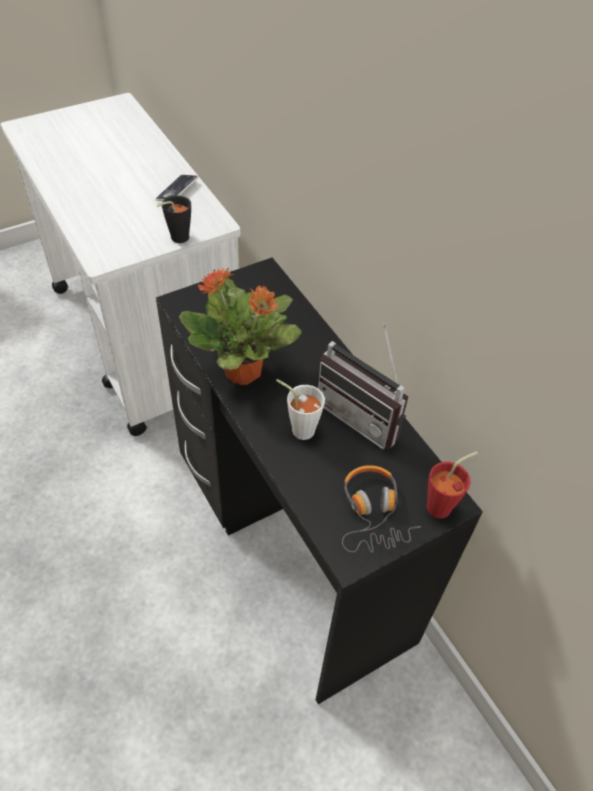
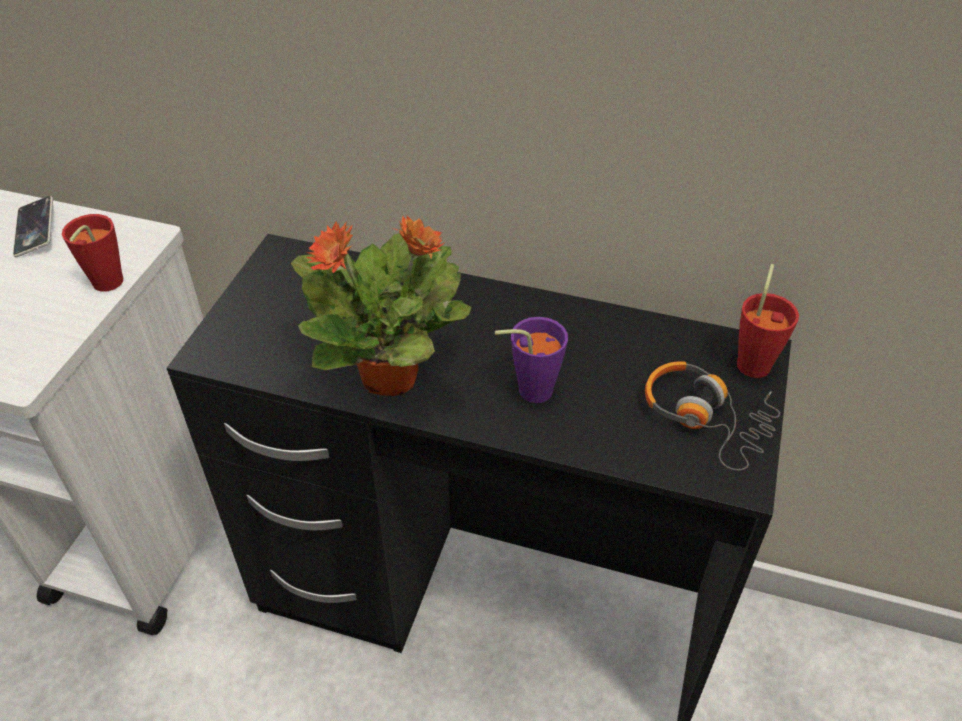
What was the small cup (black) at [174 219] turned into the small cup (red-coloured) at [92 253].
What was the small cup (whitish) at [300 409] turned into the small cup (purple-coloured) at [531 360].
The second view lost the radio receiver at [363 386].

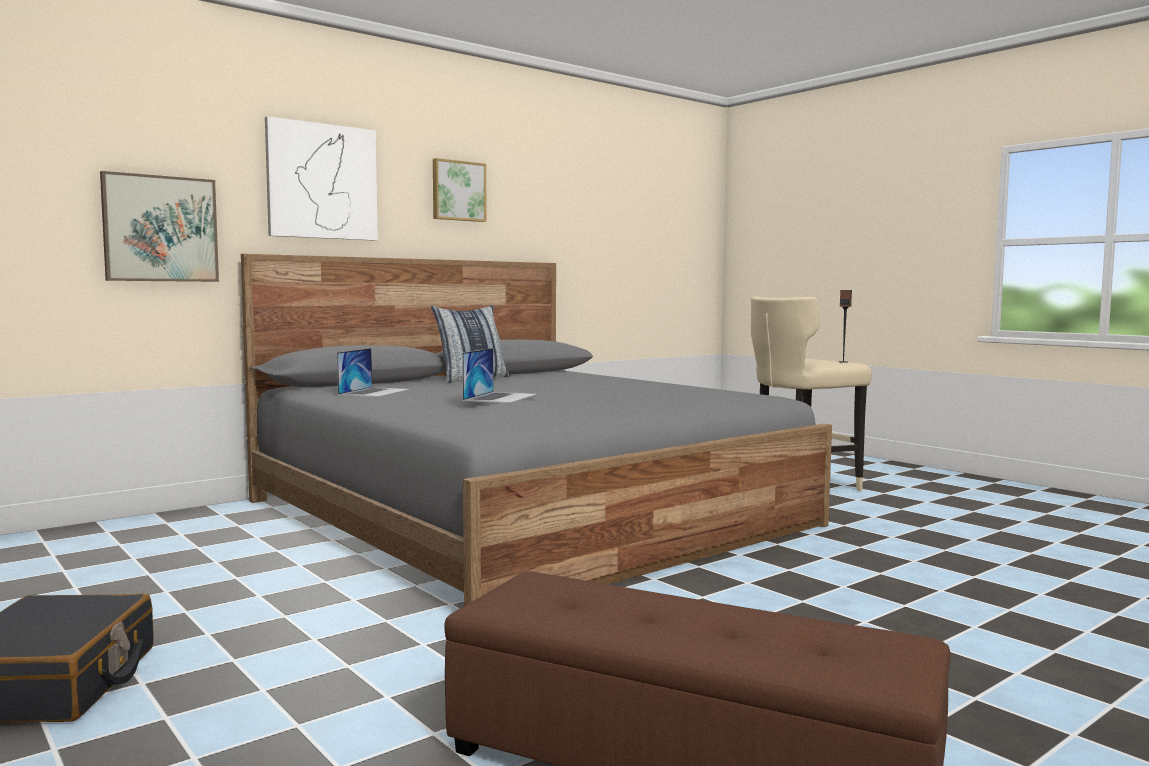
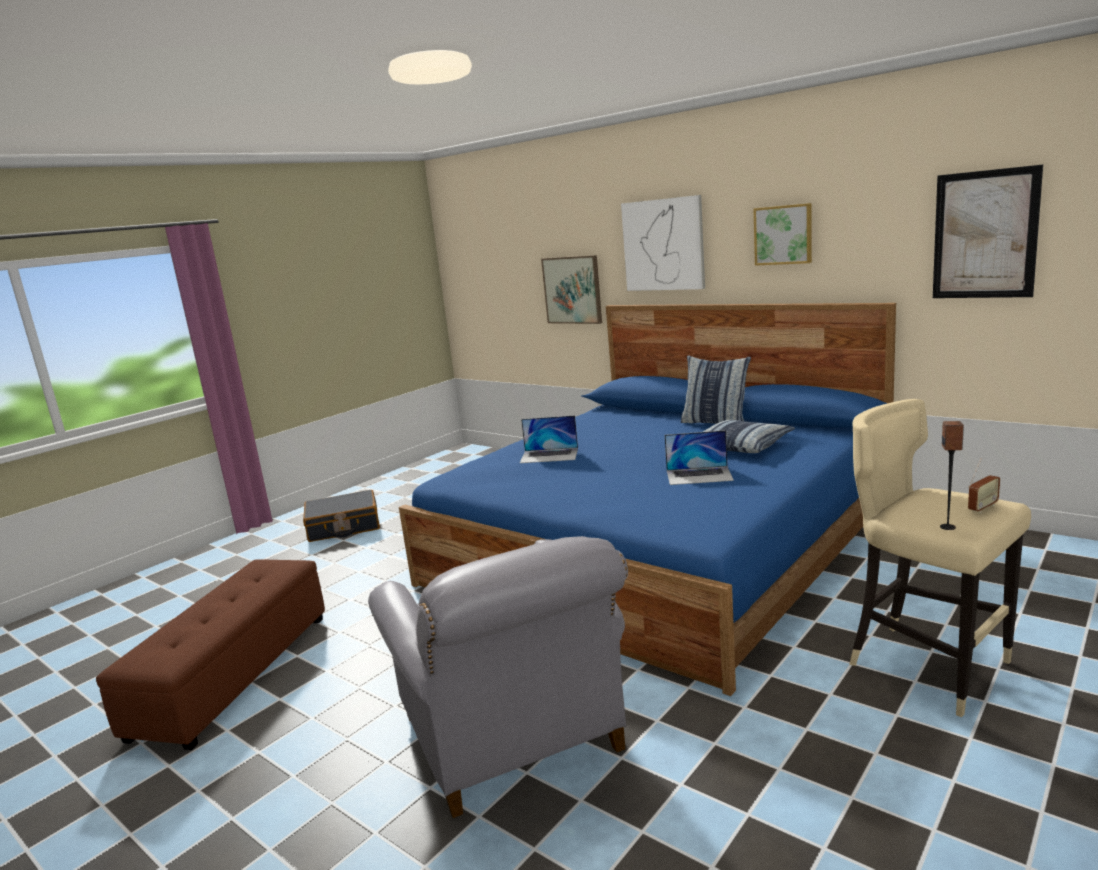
What was the bed (grey) at [536 430] turned into the bed (blue) at [647 499].
The laptop ended up elsewhere, having gone from [373 372] to [699 457].
The second view gained the easy chair (grey) at [498 677].
The second view gained the throw pillow at [749 436].
The second view gained the wall art at [988 231].
The second view gained the radio receiver at [984 485].

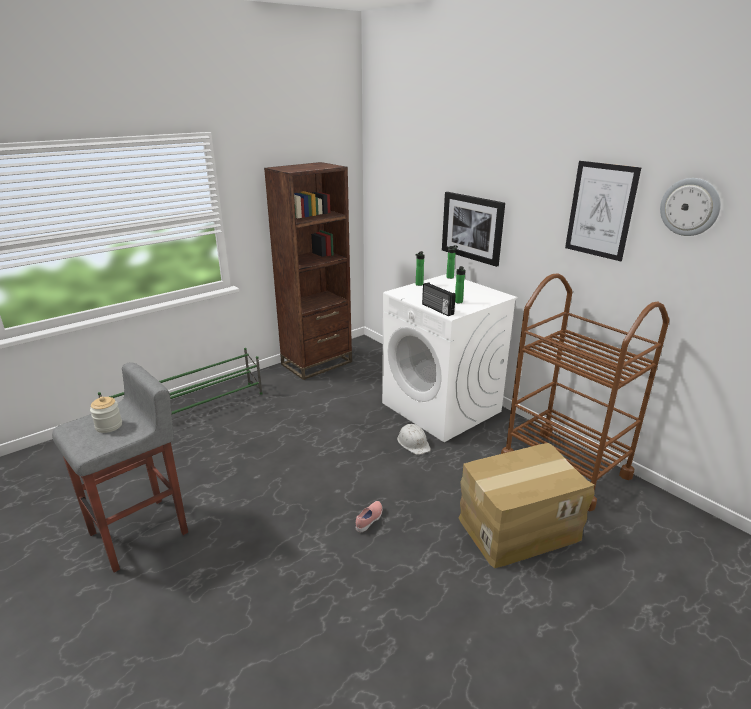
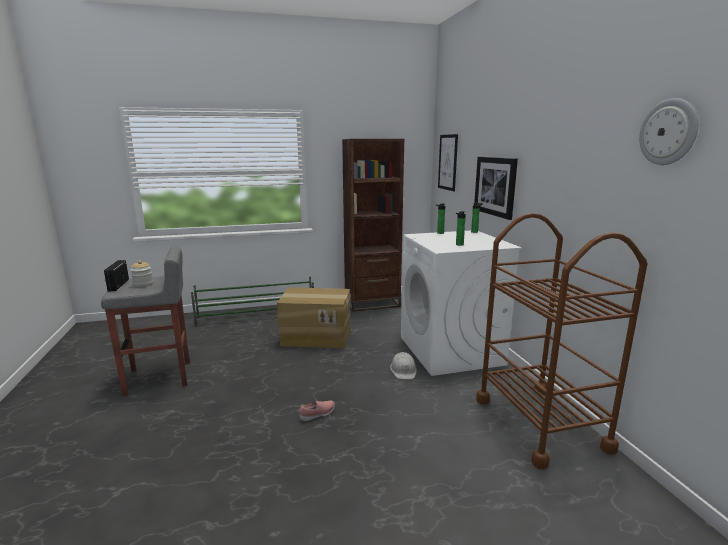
The radio receiver ended up elsewhere, having gone from [439 299] to [116 276].
The carton ended up elsewhere, having gone from [527 505] to [314 318].
The wall art ended up elsewhere, having gone from [603 211] to [448 162].

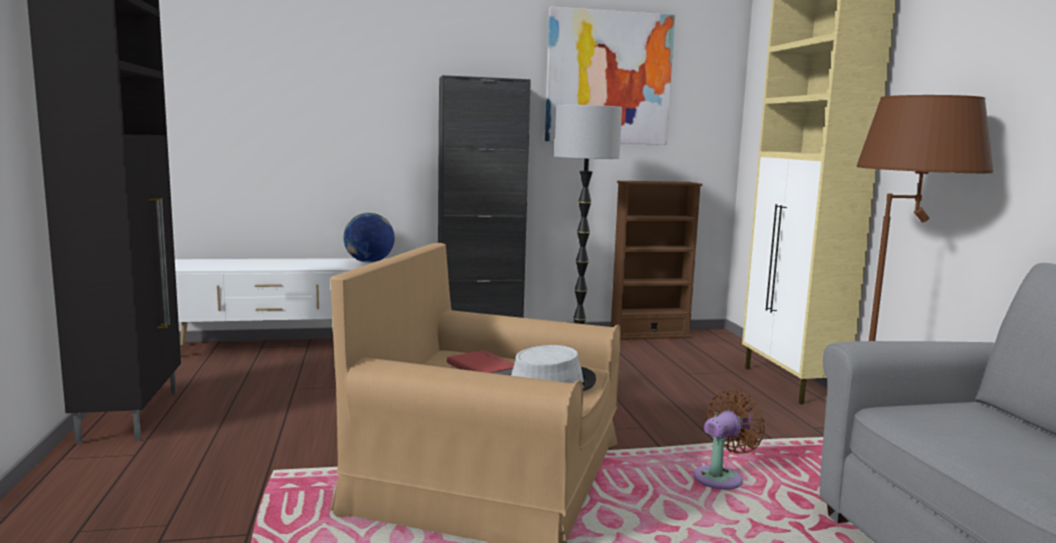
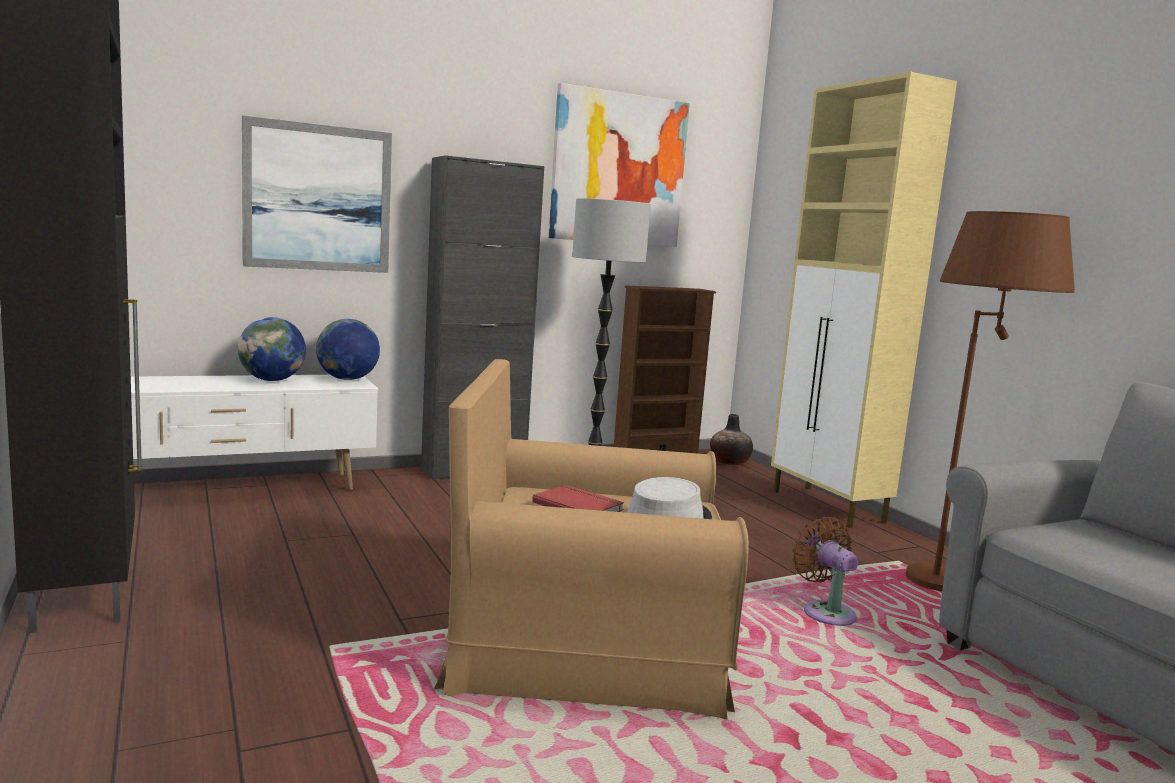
The electric fan (brown-coloured) at [729 439] ended up facing another way, 60 degrees counterclockwise from before.
The second view gained the world globe at [272 349].
The second view gained the wall art at [317 194].
The second view gained the flower vase at [731 439].

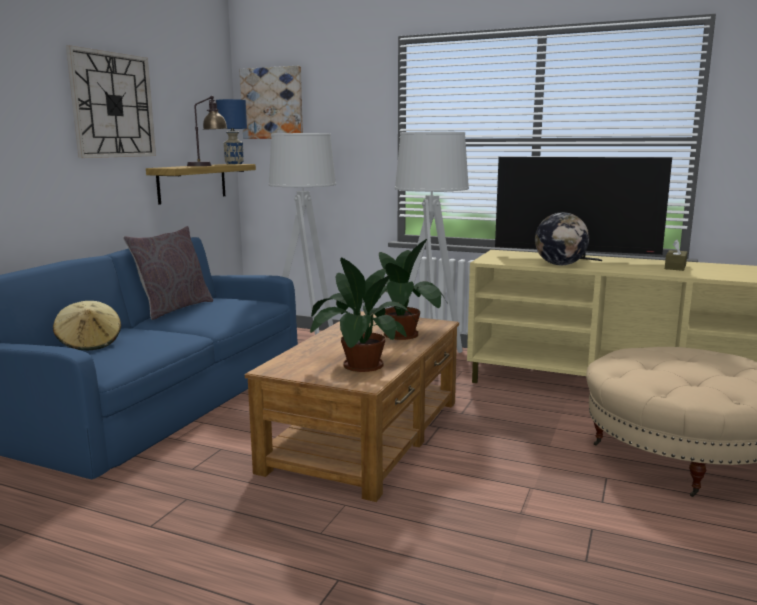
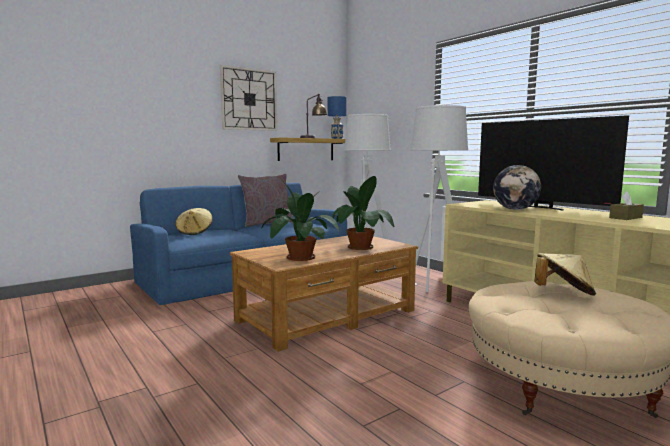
The second view lost the wall art at [271 102].
The second view gained the clothing hat (sand-coloured) at [565 274].

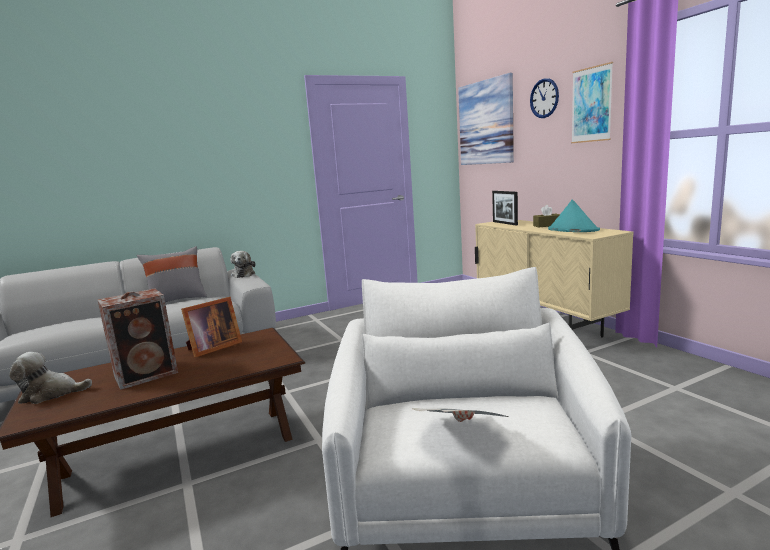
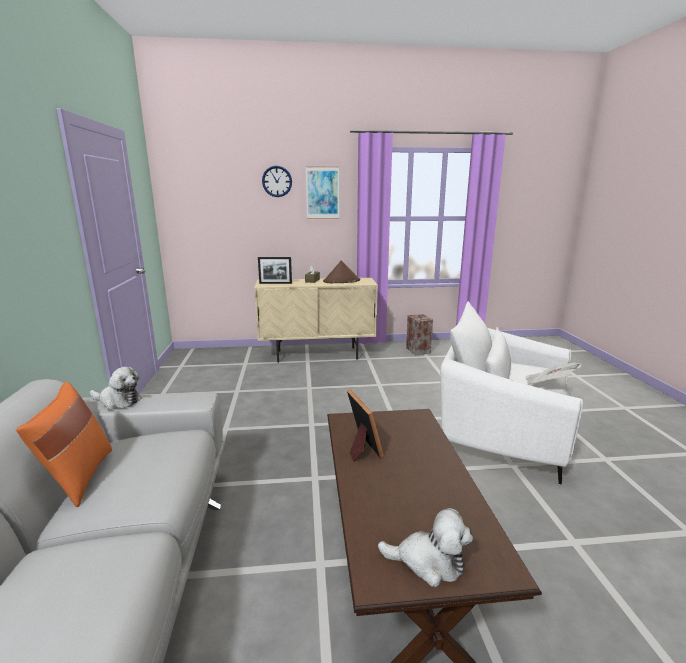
The plush toy at [50 378] ended up facing another way, 90 degrees counterclockwise from before.
The loudspeaker ended up elsewhere, having gone from [137 339] to [419 334].
What was the throw pillow (grey) at [172 274] turned into the throw pillow (orange-coloured) at [64 444].
The second view lost the wall art at [486 119].
What was the clothing hat (blue-green) at [574 216] turned into the clothing hat (brown-coloured) at [341 271].

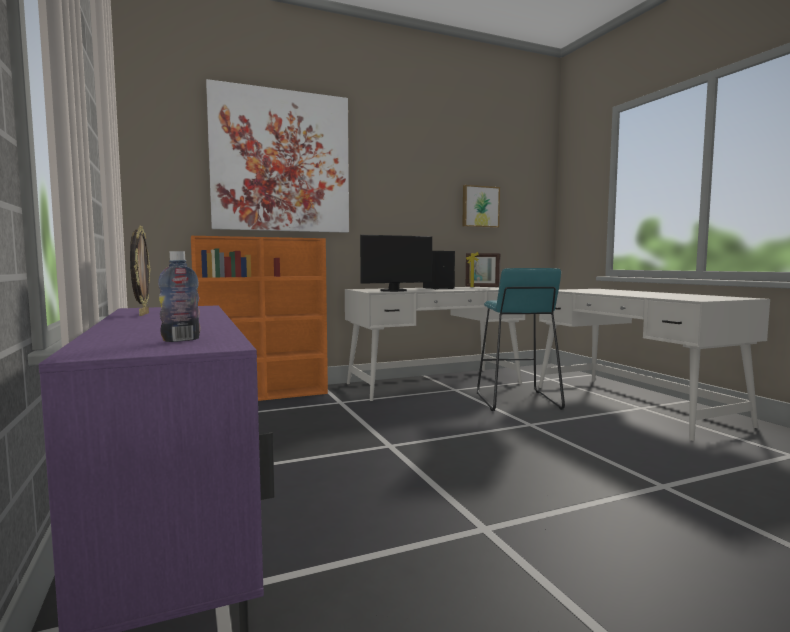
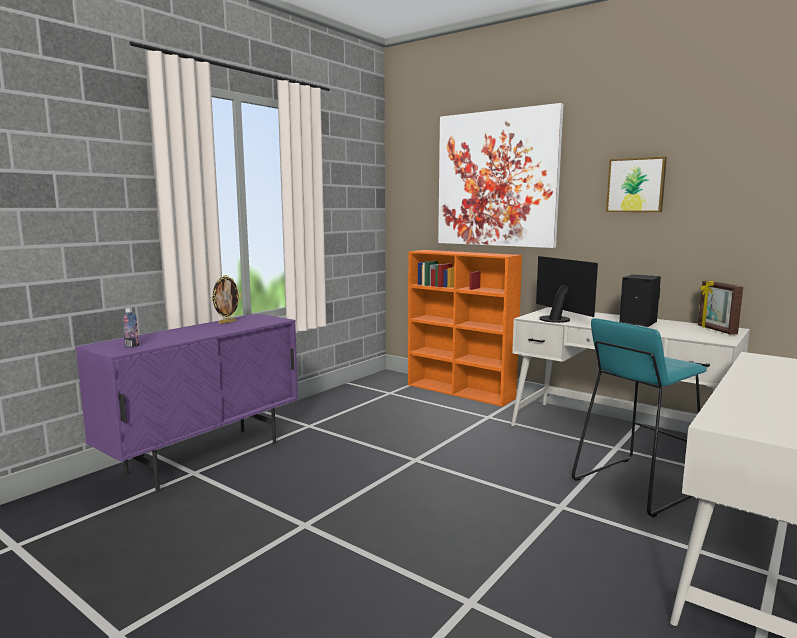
The computer screen at [396 263] ended up facing another way, 150 degrees counterclockwise from before.
The wall art ended up elsewhere, having gone from [481 206] to [636 184].

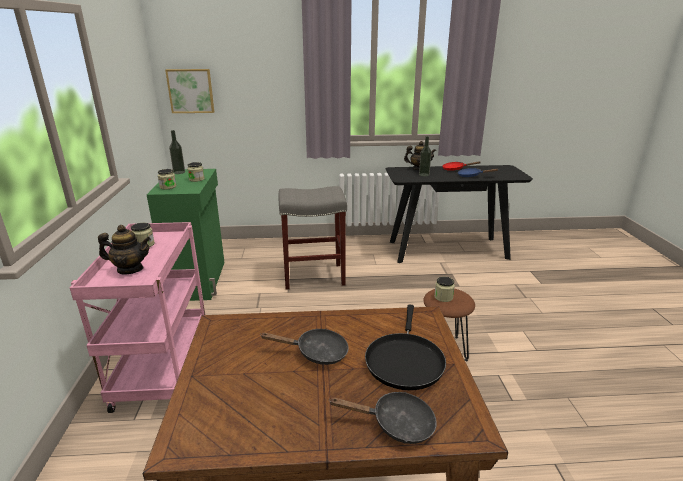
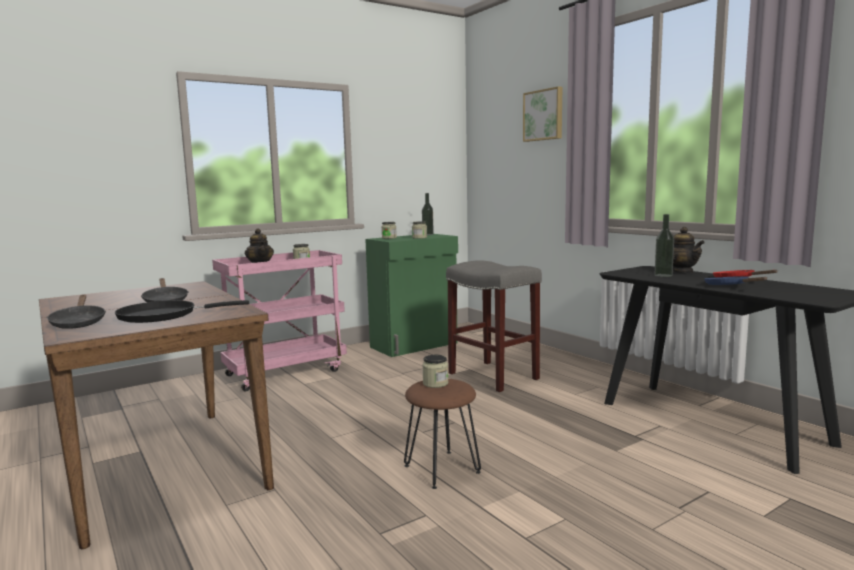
The wall art ended up elsewhere, having gone from [189 91] to [542 114].

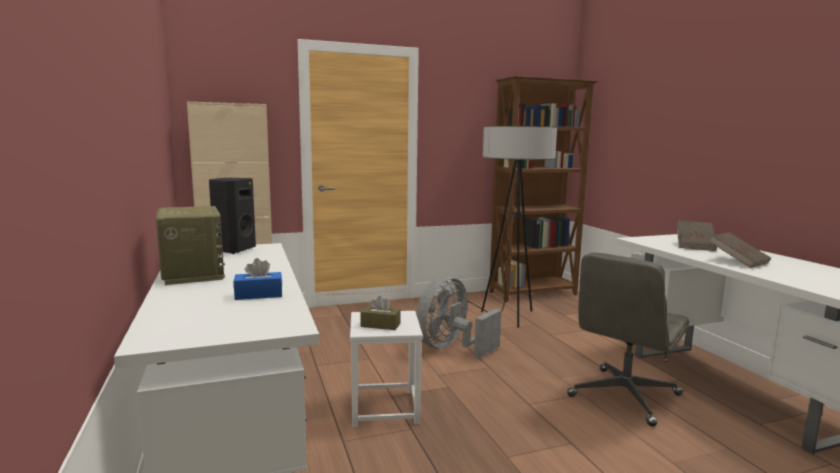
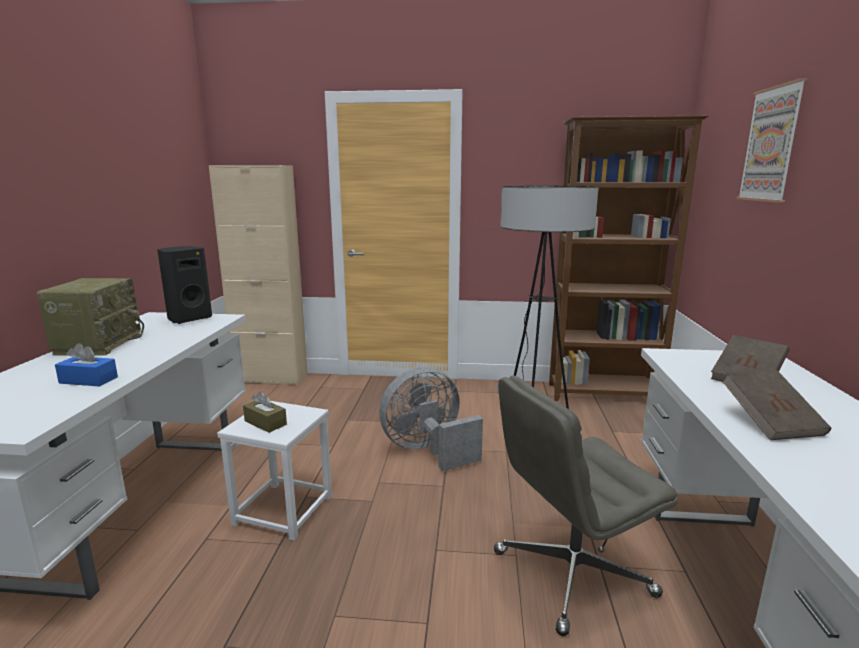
The second view gained the wall art at [772 140].

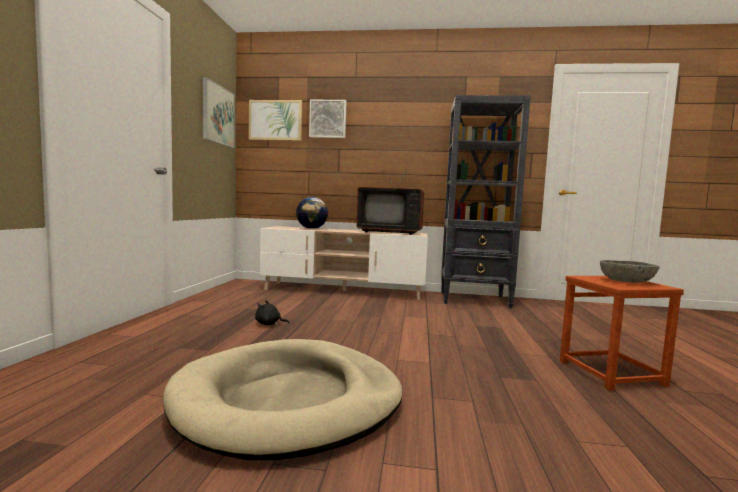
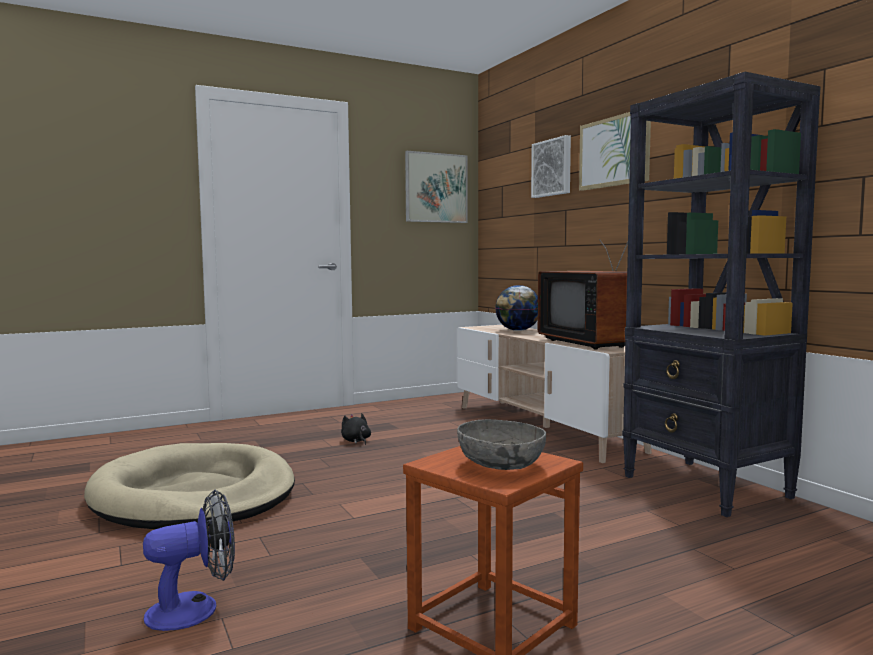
The wall art ended up elsewhere, having gone from [275 120] to [615 151].
The second view gained the electric fan at [189 560].

